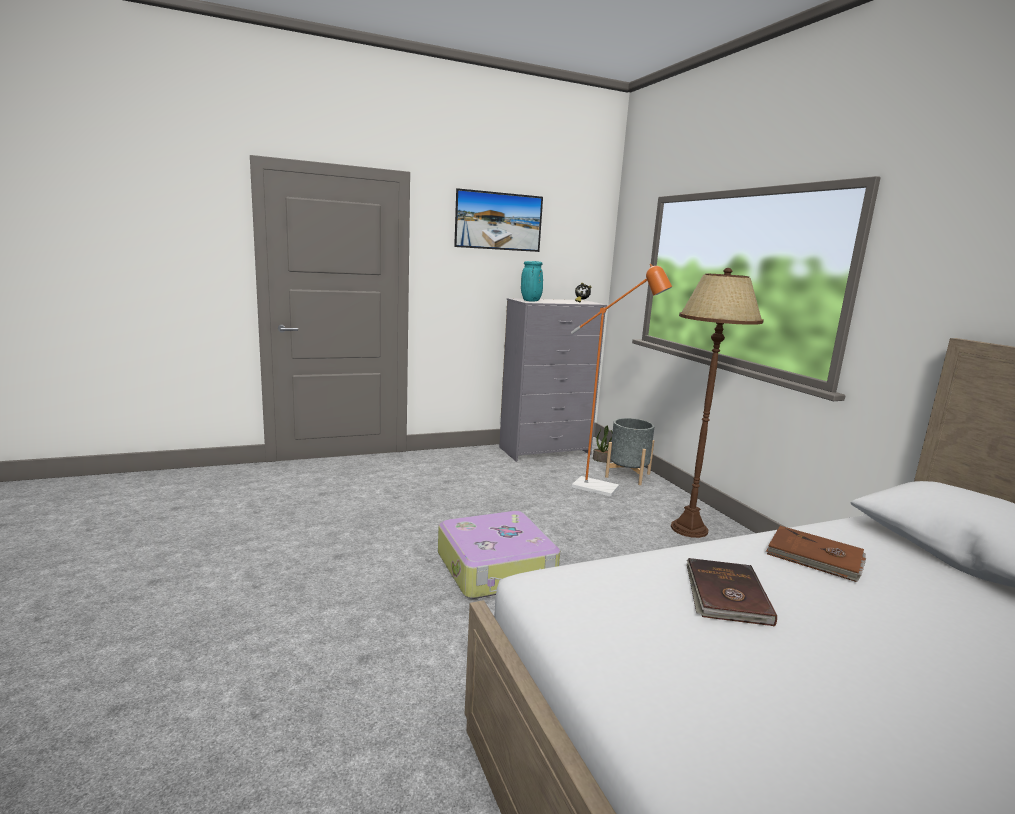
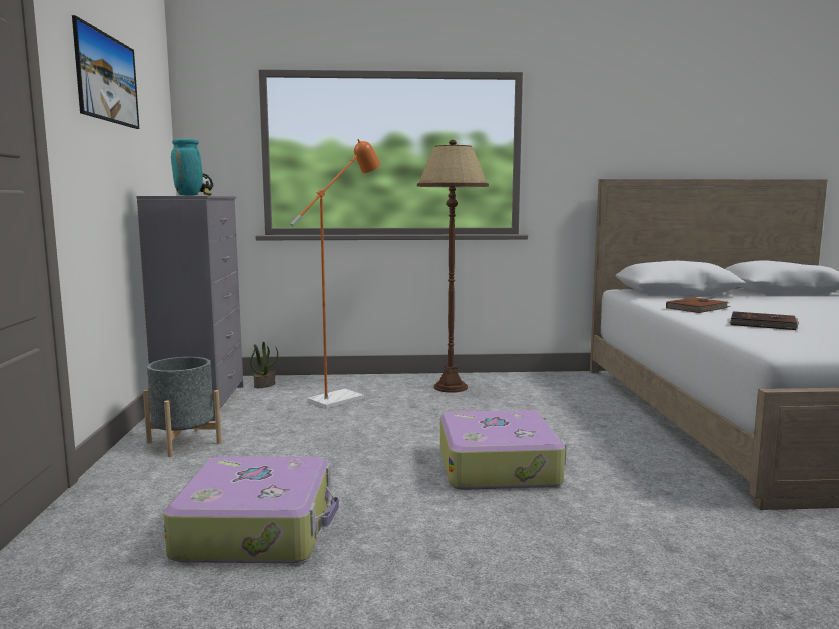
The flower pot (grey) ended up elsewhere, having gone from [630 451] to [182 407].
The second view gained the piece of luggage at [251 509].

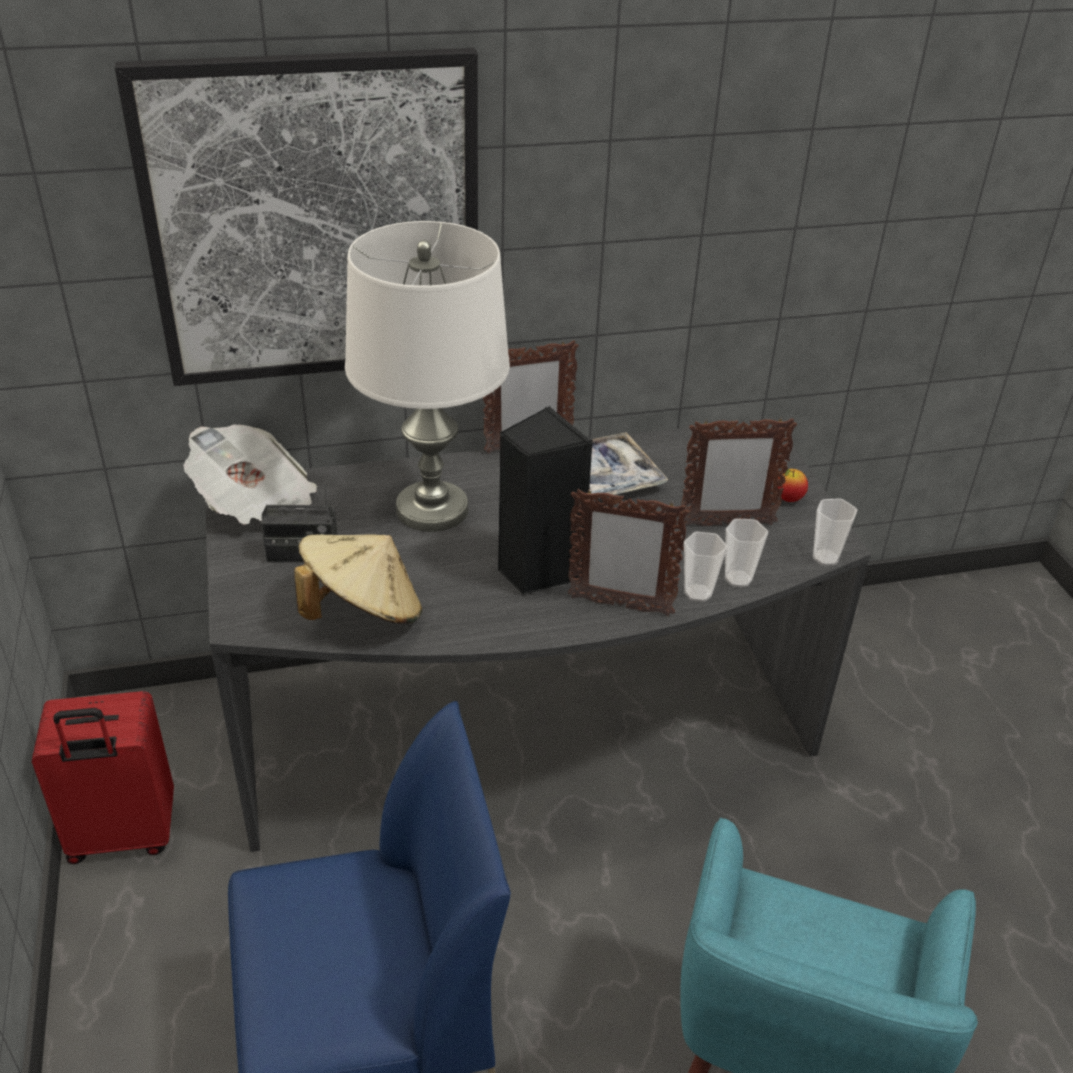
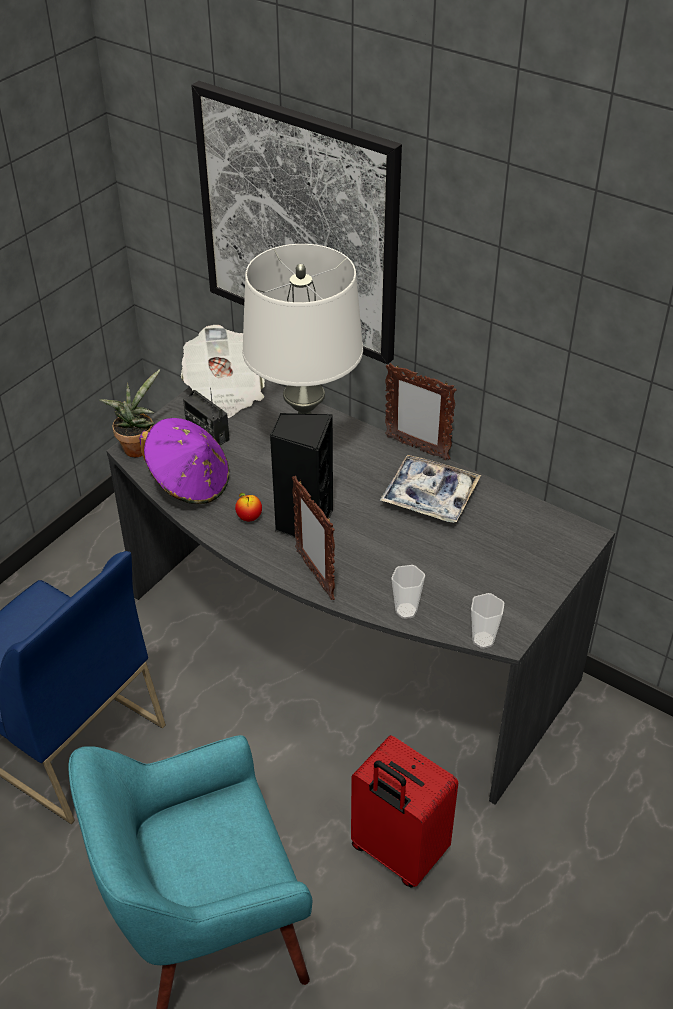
The piece of luggage (red-coloured) ended up elsewhere, having gone from [103 777] to [404 811].
What was the clothing hat (sand-coloured) at [358 579] turned into the clothing hat (purple-coloured) at [184 461].
The second view lost the picture frame at [739 471].
The second view lost the small cup at [705 567].
The whole apple ended up elsewhere, having gone from [792 485] to [248 507].
The second view gained the potted plant at [129 413].

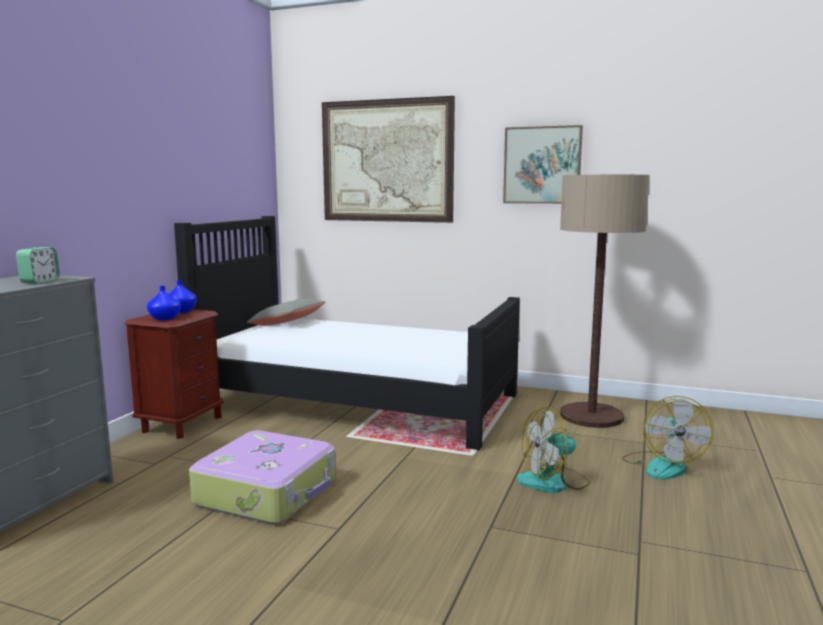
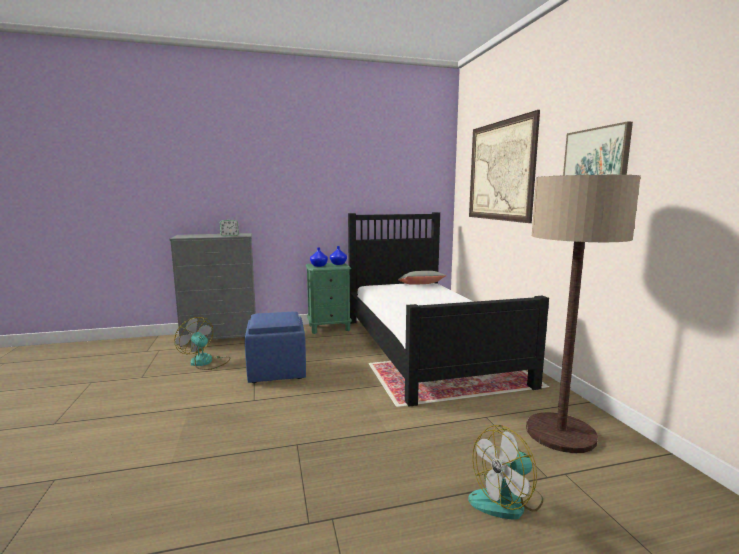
What was the night table (brown-coloured) at [173 374] turned into the night table (greenish) at [328 298].
Where the piece of luggage stood at [262 477], the footrest (blue) came to stand at [275 347].
The electric fan ended up elsewhere, having gone from [553 450] to [203 343].

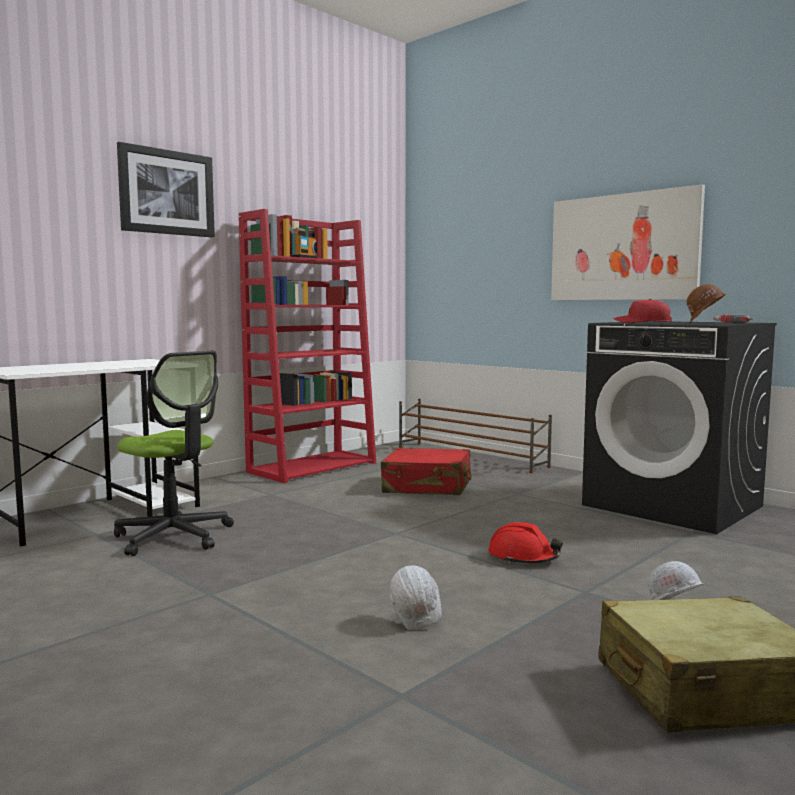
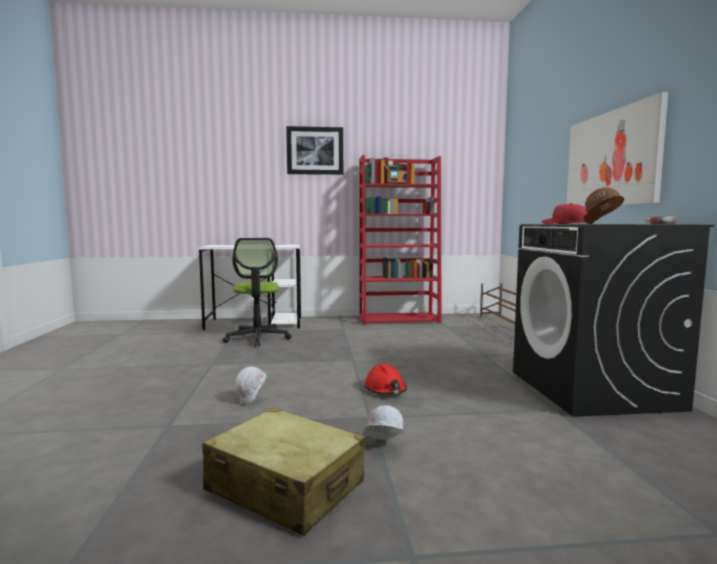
The second view lost the piece of luggage (red-coloured) at [426 471].

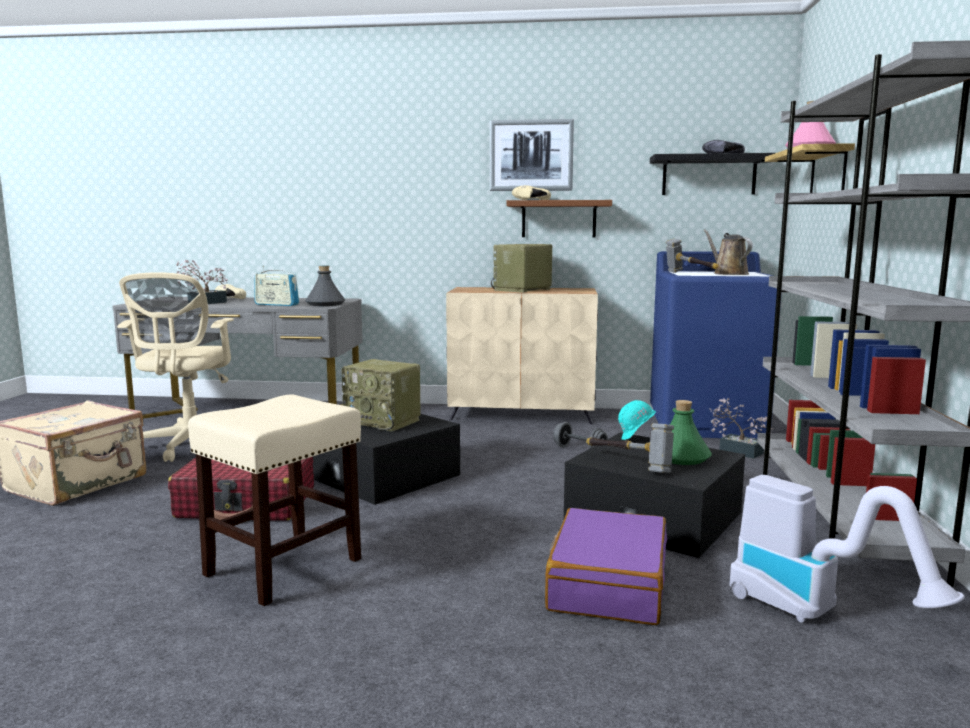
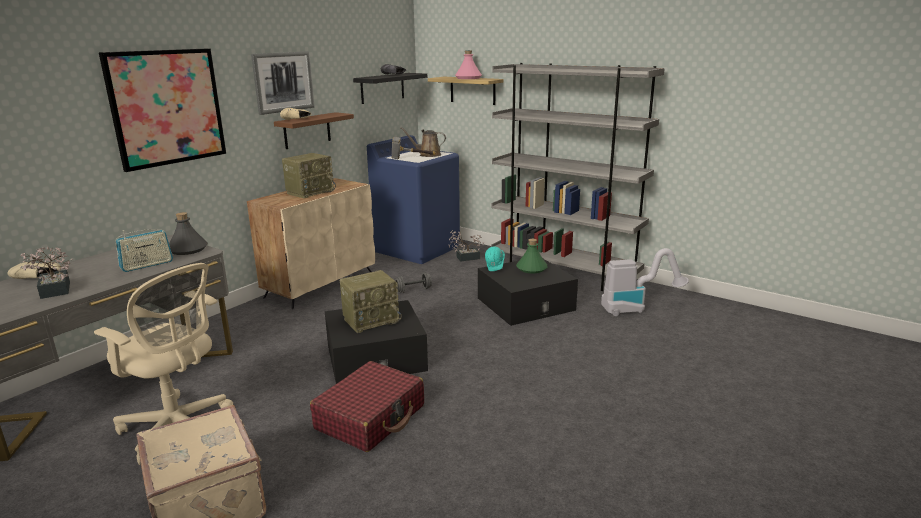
The second view lost the sitting stool (sand-coloured) at [274 500].
The radio receiver at [521 268] ended up facing another way, 120 degrees counterclockwise from before.
The second view lost the piece of luggage (purple-coloured) at [606 566].
The second view lost the tool hammer at [630 448].
The second view gained the wall art at [162 110].

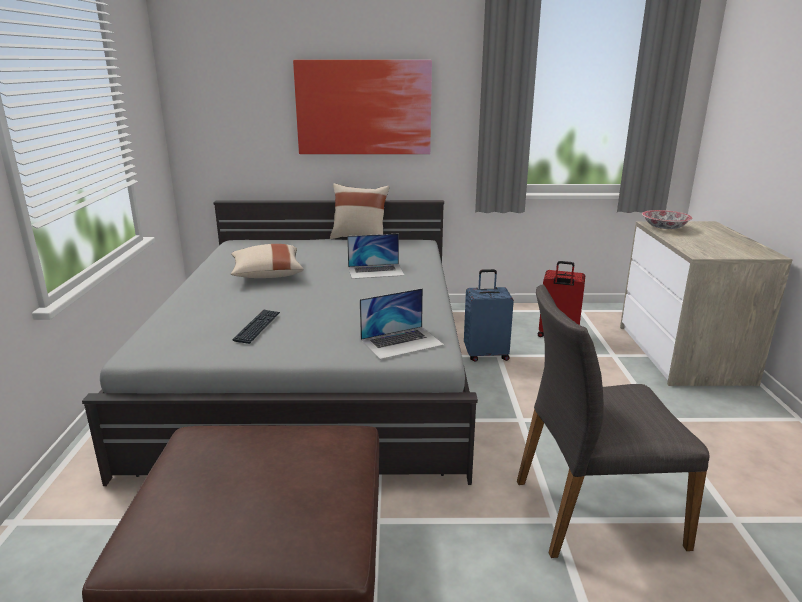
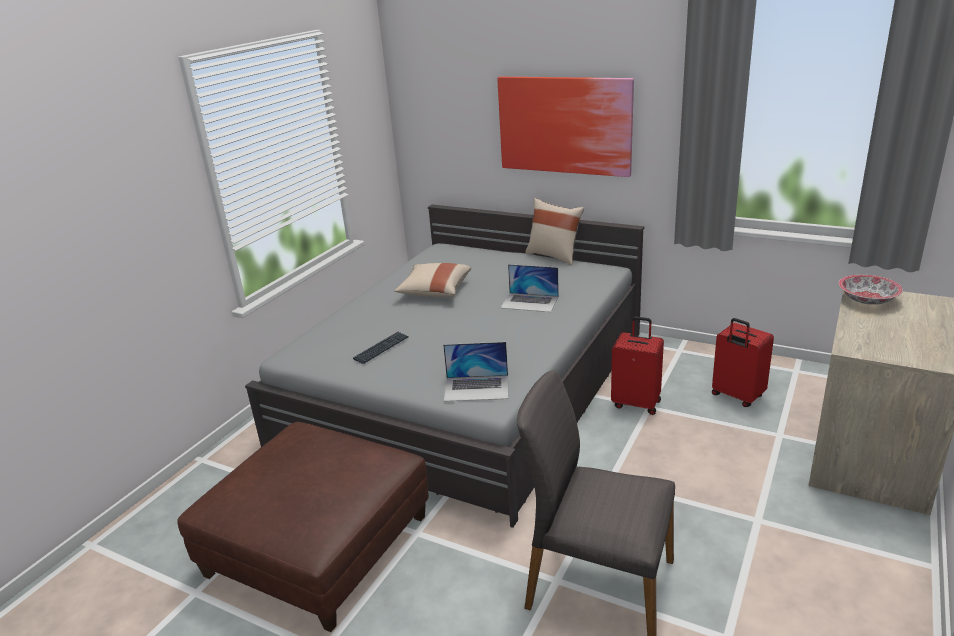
What was the piece of luggage (blue) at [489 315] turned into the piece of luggage (red-coloured) at [637 366].

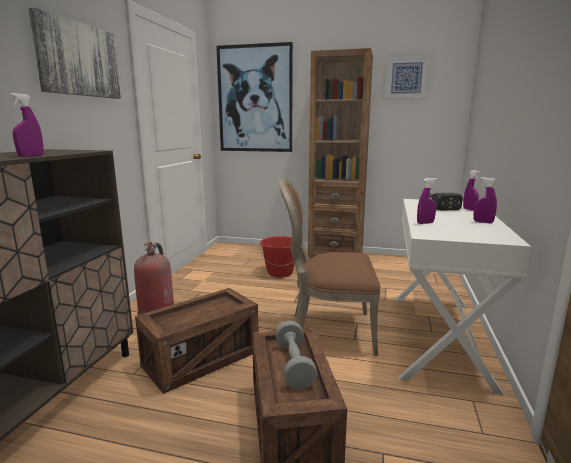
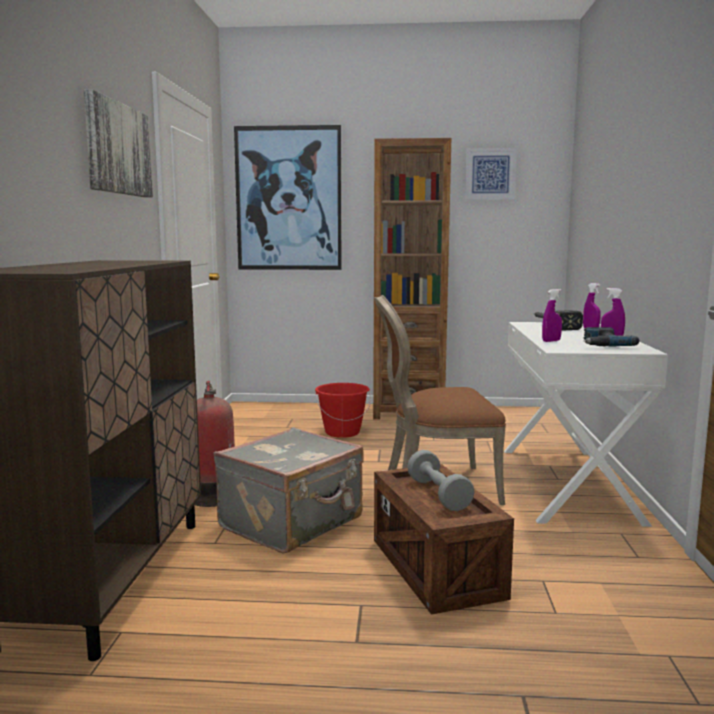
The second view lost the spray bottle (purple-coloured) at [26 125].
Where the packing crate stood at [196 341], the piece of luggage (grey) came to stand at [289 490].
The second view gained the electric drill at [611 337].

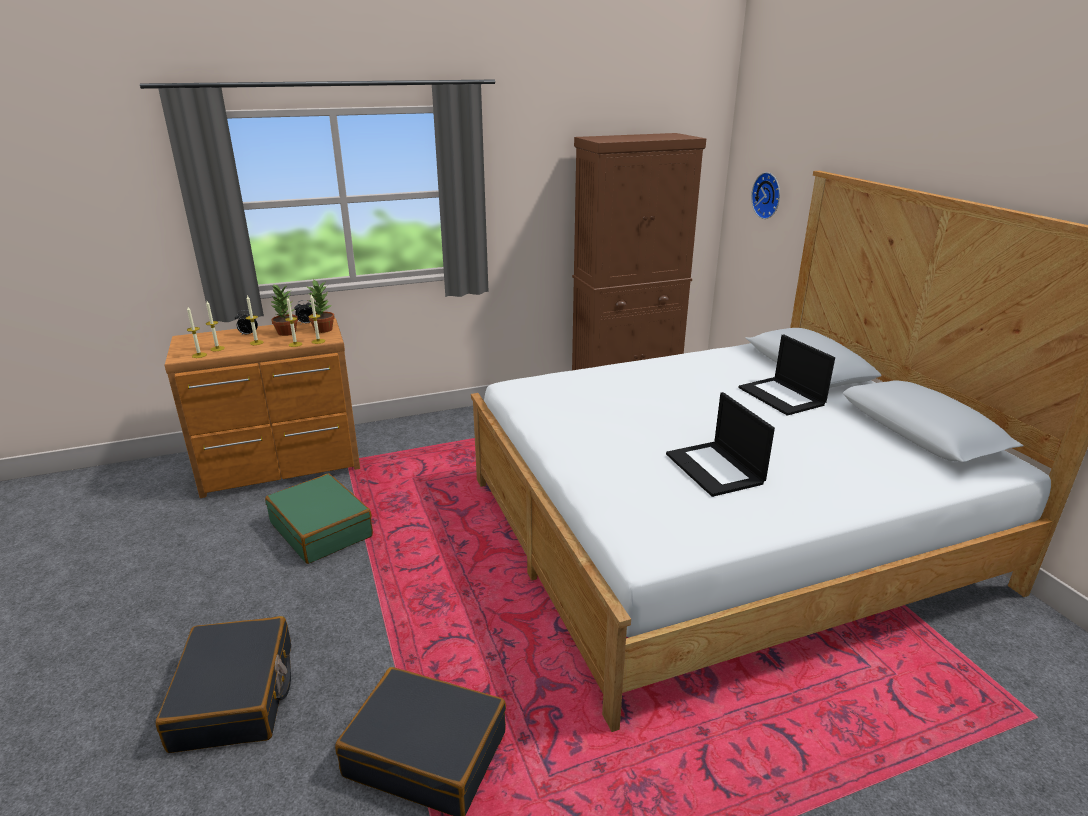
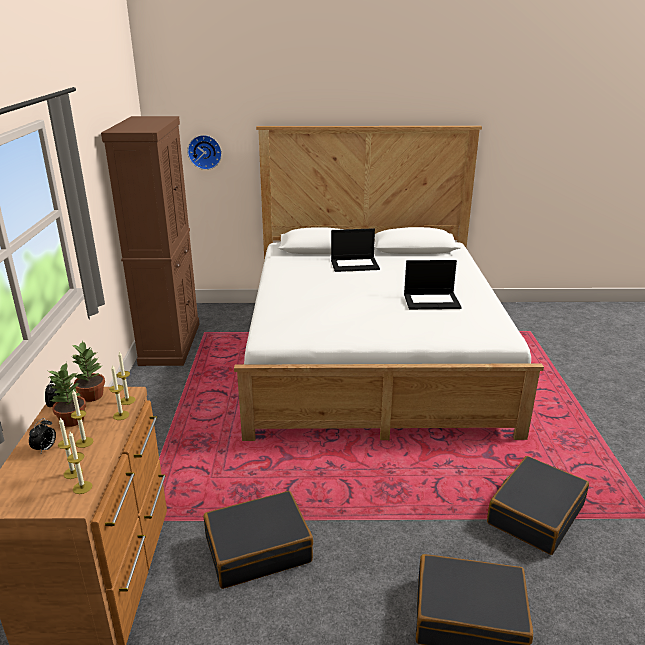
What was the piece of luggage (greenish) at [319 518] turned into the piece of luggage (black) at [258 540].

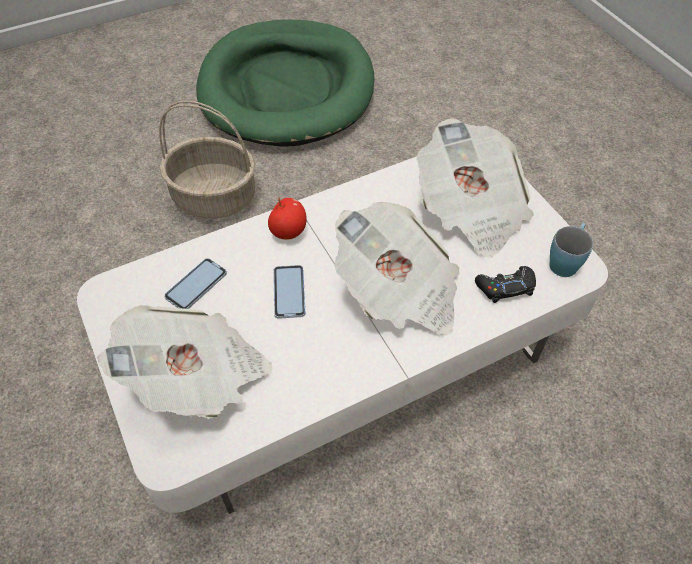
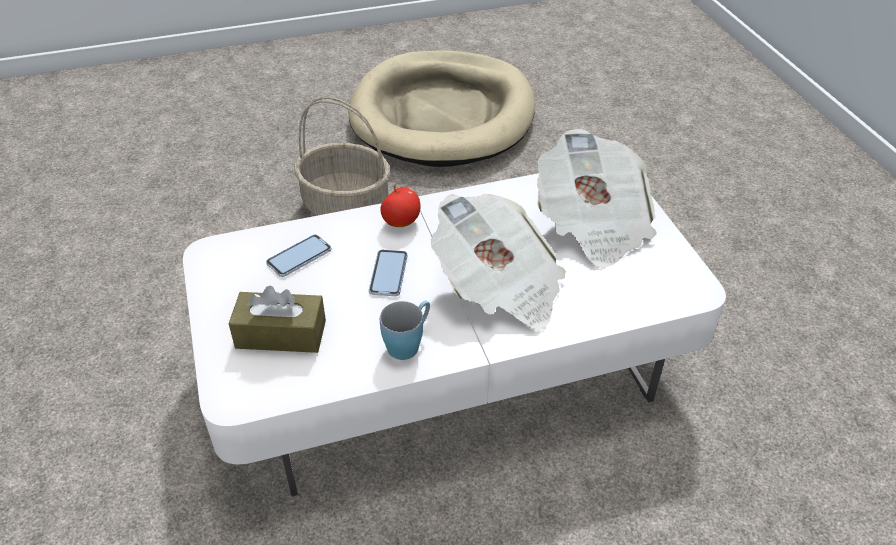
Where the daily paper stood at [185 362], the tissue holder (brown-coloured) came to stand at [277 319].
What was the dog cushion (greenish) at [285 83] turned into the dog cushion (sand-coloured) at [441 108].
The second view lost the gamepad (black) at [505 284].
The mug (blue) ended up elsewhere, having gone from [571 250] to [405 330].

